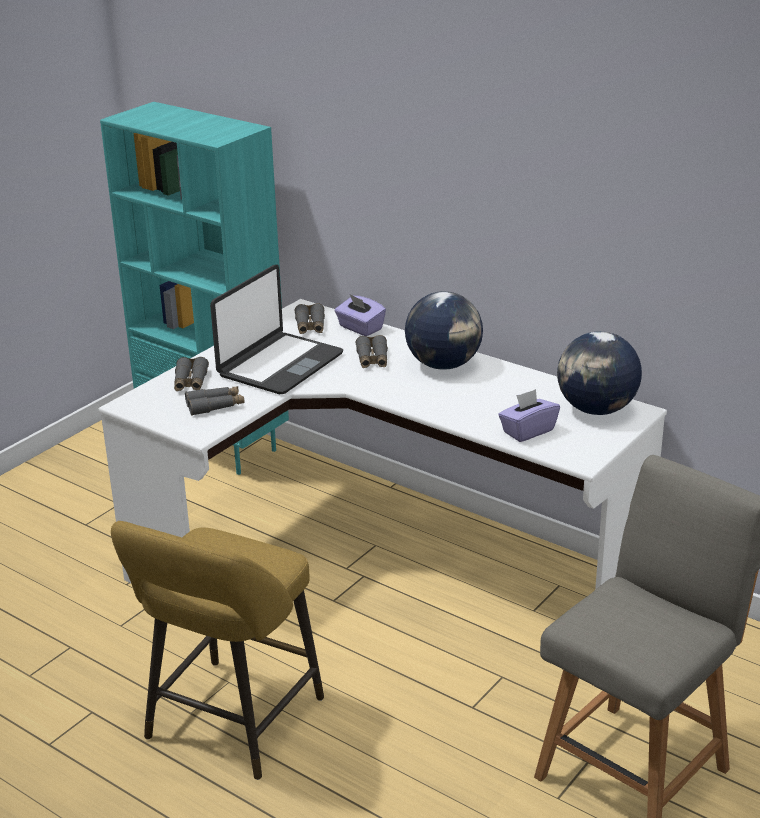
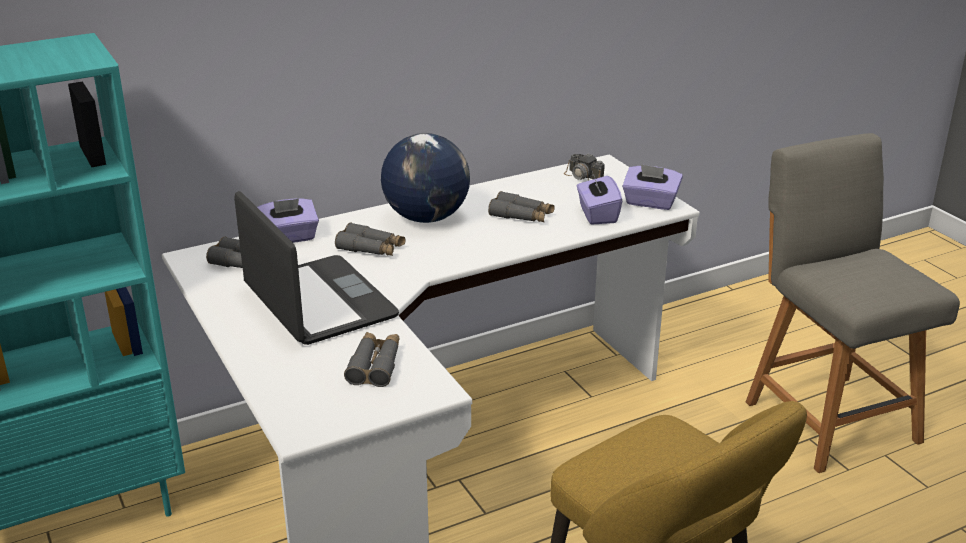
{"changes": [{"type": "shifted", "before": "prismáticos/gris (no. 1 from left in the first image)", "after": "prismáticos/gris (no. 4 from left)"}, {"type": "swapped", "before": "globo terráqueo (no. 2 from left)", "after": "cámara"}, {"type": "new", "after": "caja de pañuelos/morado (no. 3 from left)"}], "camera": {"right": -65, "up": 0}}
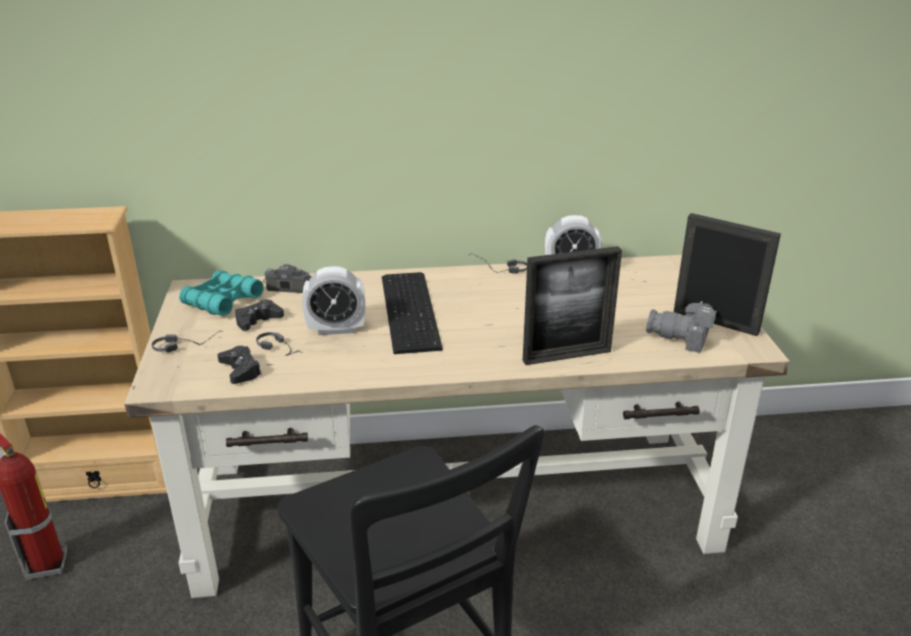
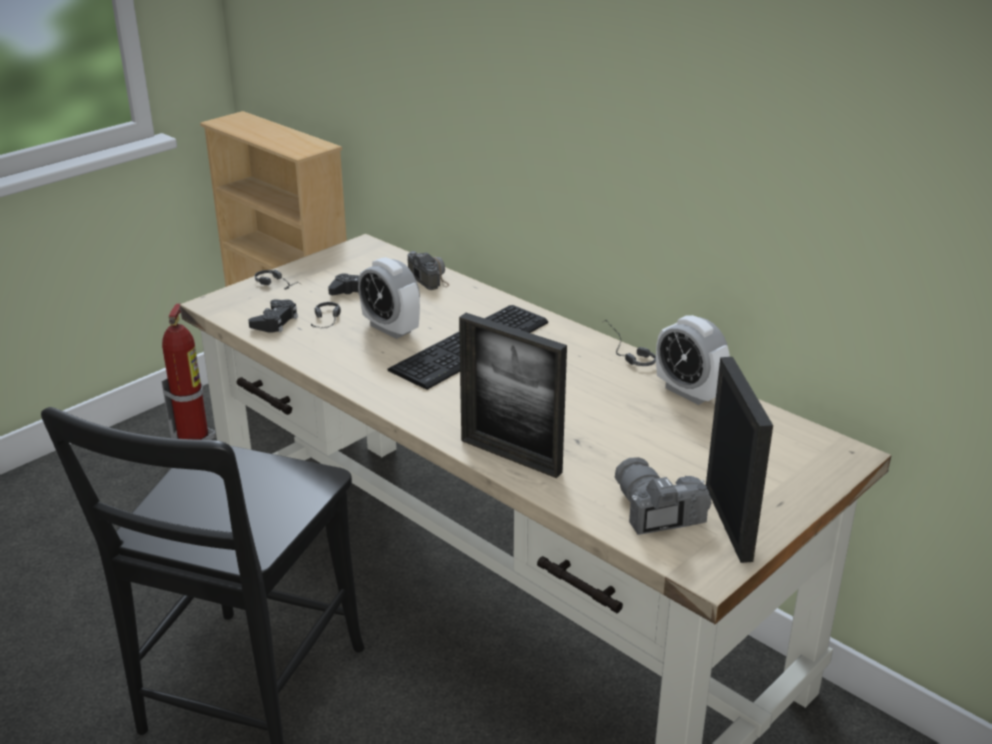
{"changes": [{"type": "gone", "before": "prismáticos/turquesa"}], "camera": {"right": 50, "up": 0}}
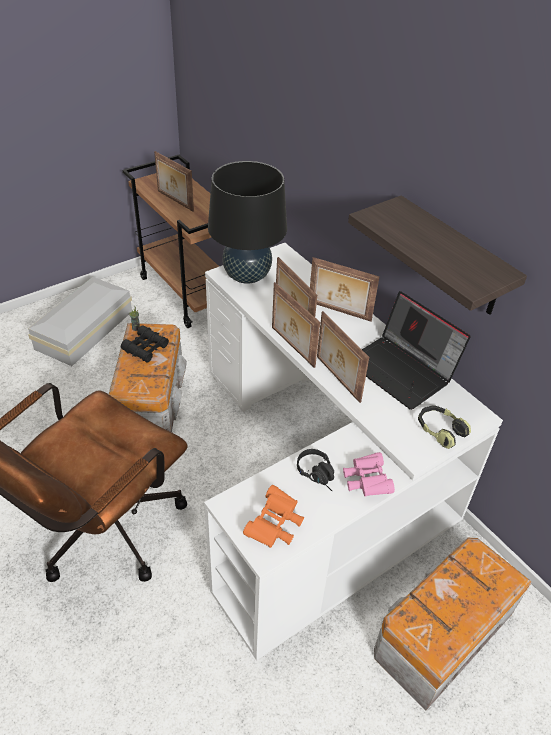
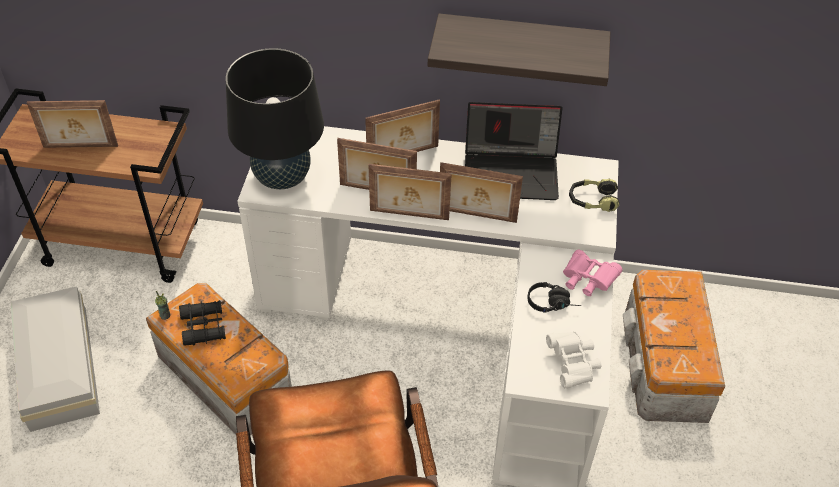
{"changes": [{"type": "repainted", "before": "prismáticos/naranja", "after": "prismáticos/blanco"}], "camera": {"right": -45, "up": 5}}
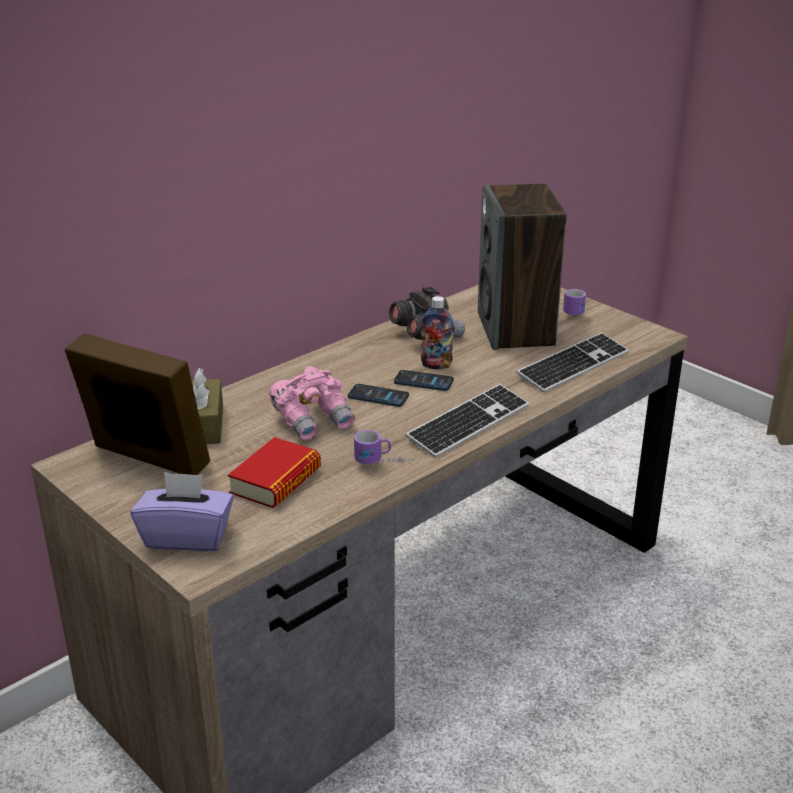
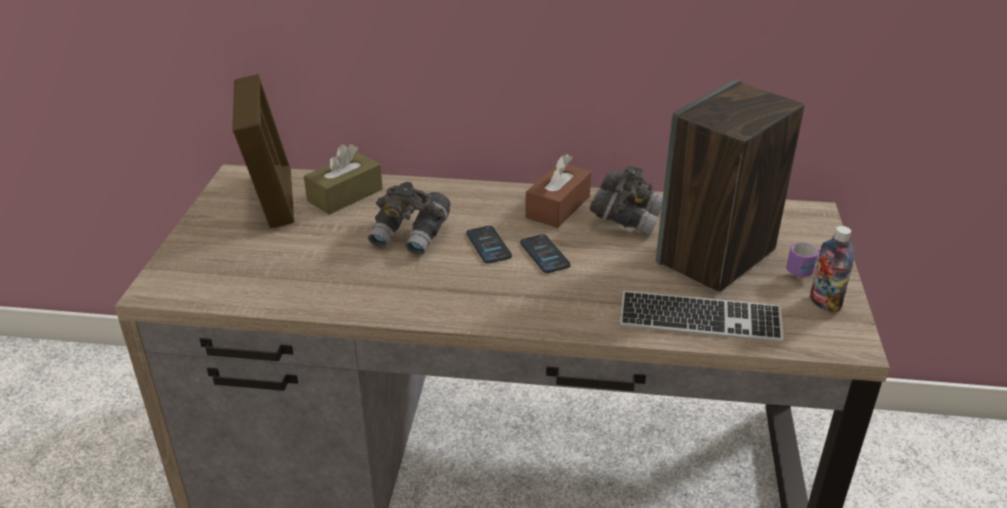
{"changes": [{"type": "repainted", "before": "prismáticos/rosa", "after": "prismáticos/gris (no. 1 from left)"}, {"type": "new", "after": "caja de pañuelos/marrón (no. 2 from left)"}, {"type": "shifted", "before": "botella"}, {"type": "gone", "before": "caja de pañuelos/morado"}, {"type": "gone", "before": "libro"}, {"type": "gone", "before": "taza grande (no. 1 from left)"}, {"type": "gone", "before": "teclado (no. 1 from left)"}], "camera": {"right": 50, "up": 5}}
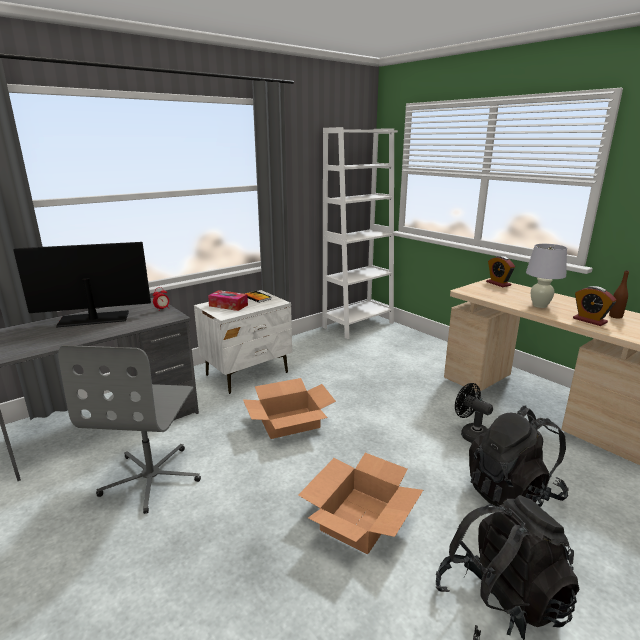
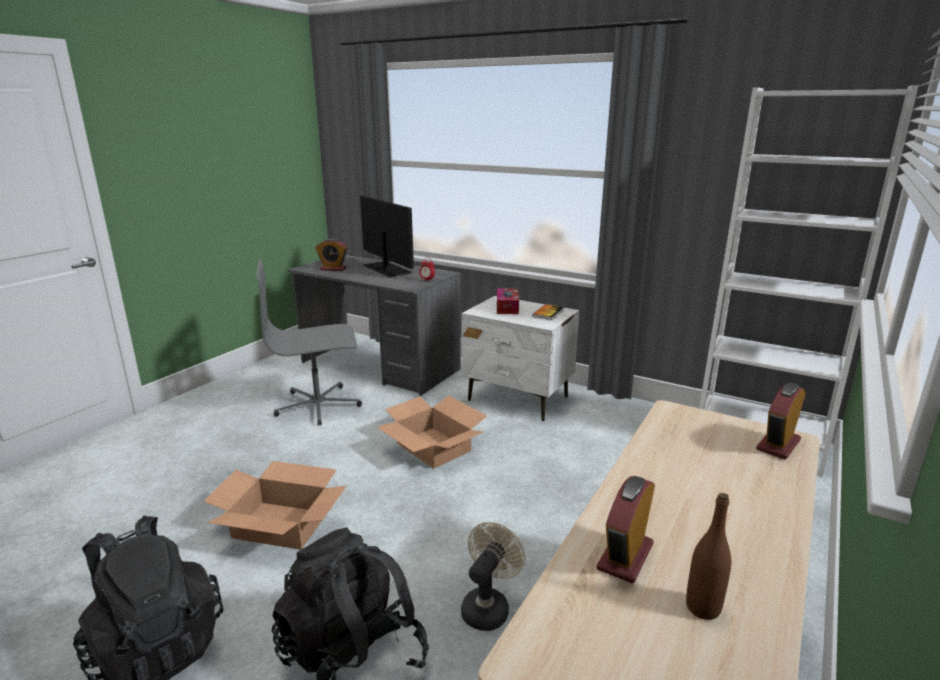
{"changes": [{"type": "new", "after": "despertador (no. 1 from left)"}, {"type": "repainted", "before": "ventilador/negro", "after": "ventilador/beis"}, {"type": "gone", "before": "lámpara de mesa/blanco"}], "camera": {"right": 70, "up": 0}}
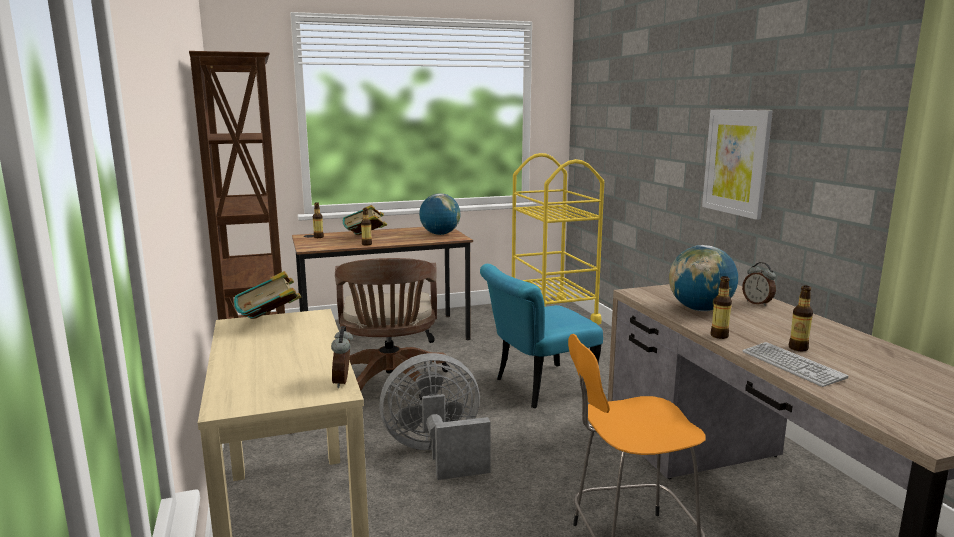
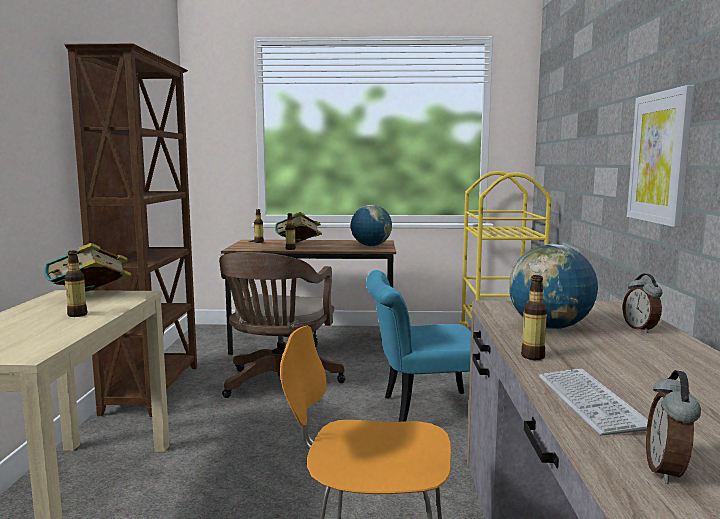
{"changes": [{"type": "shifted", "before": "botella (no. 4 from left in the first image)", "after": "botella (no. 1 from left)"}, {"type": "shifted", "before": "despertador (no. 1 from left in the first image)", "after": "despertador (no. 2 from left)"}, {"type": "gone", "before": "ventilador/gris"}], "camera": {"right": 20, "up": -5}}
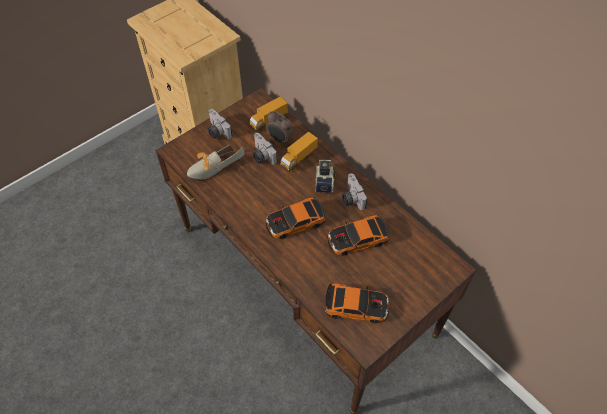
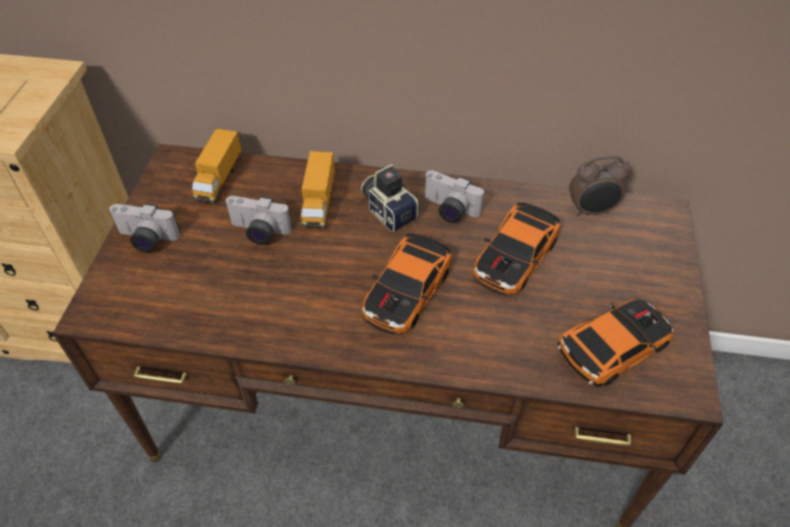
{"changes": [{"type": "shifted", "before": "despertador"}, {"type": "gone", "before": "zapato"}], "camera": {"right": -40, "up": -5}}
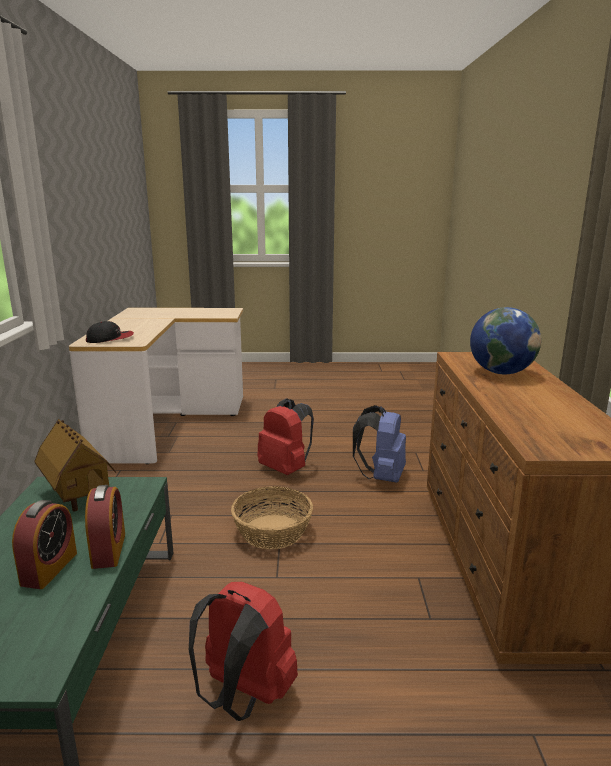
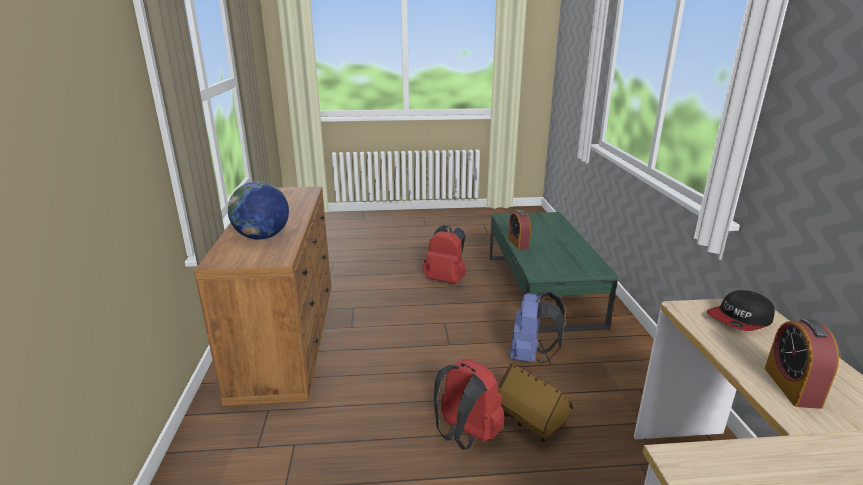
{"changes": [{"type": "shifted", "before": "casita"}, {"type": "shifted", "before": "mochila/azul"}, {"type": "shifted", "before": "despertador (no. 1 from left in the first image)", "after": "despertador (no. 2 from left)"}, {"type": "gone", "before": "cesta"}], "camera": {"right": 175, "up": 5}}
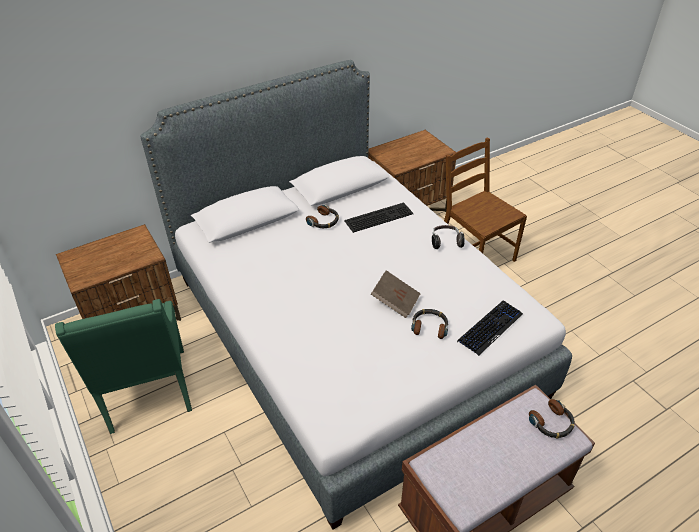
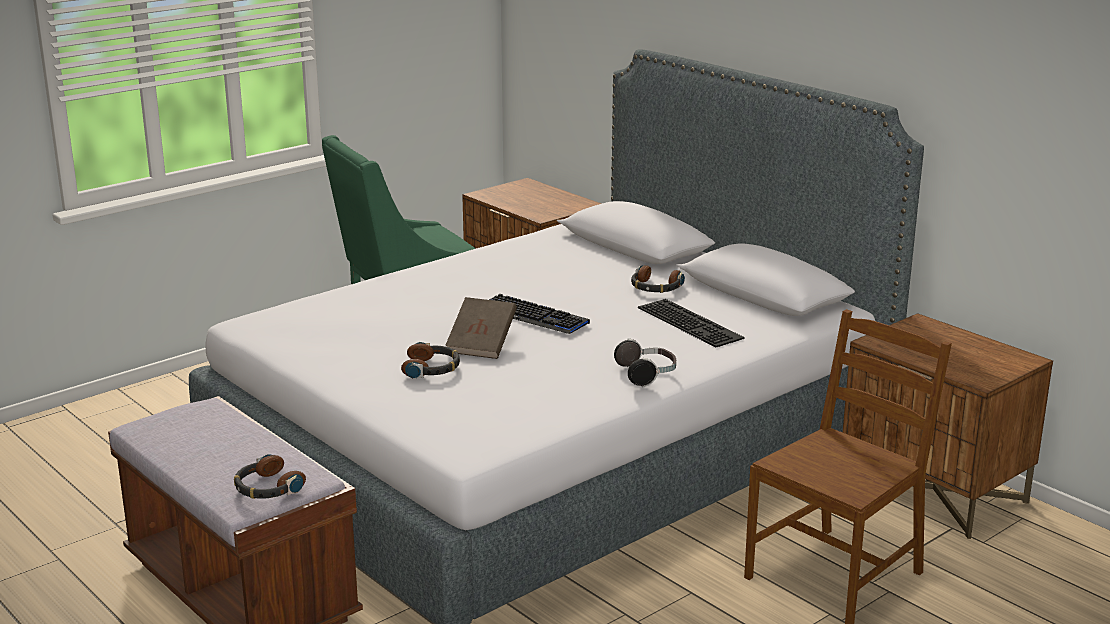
{"changes": [{"type": "shifted", "before": "teclado (no. 2 from left in the first image)", "after": "teclado (no. 1 from left)"}], "camera": {"right": 80, "up": -20}}
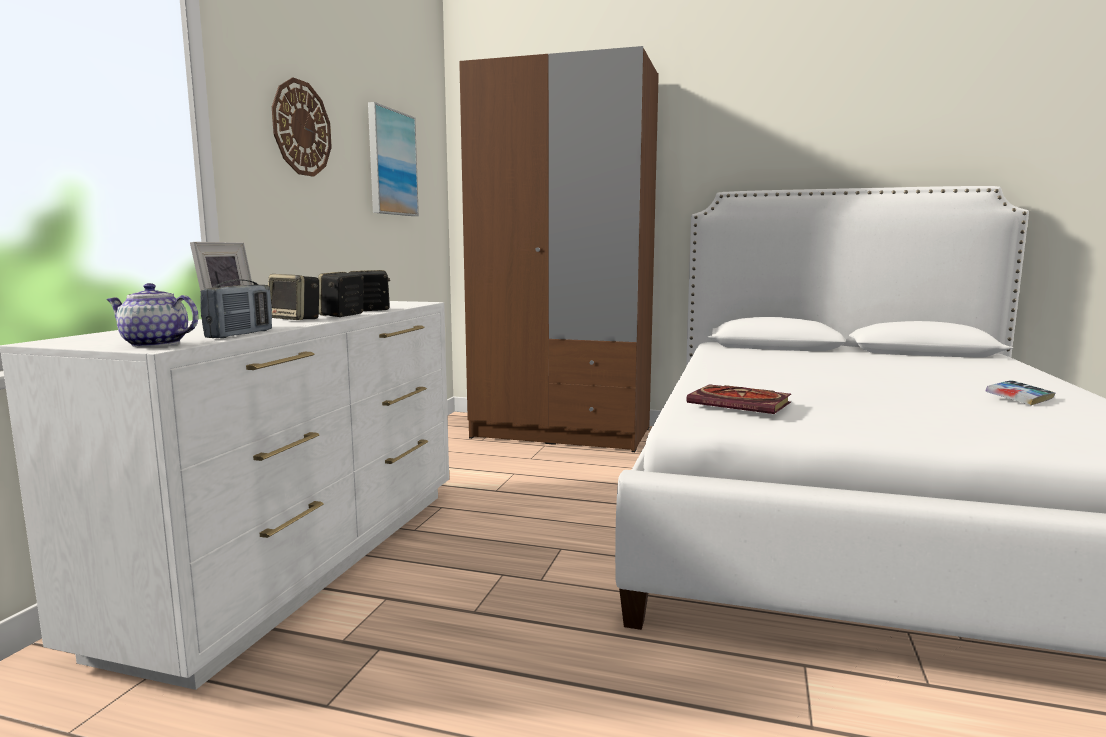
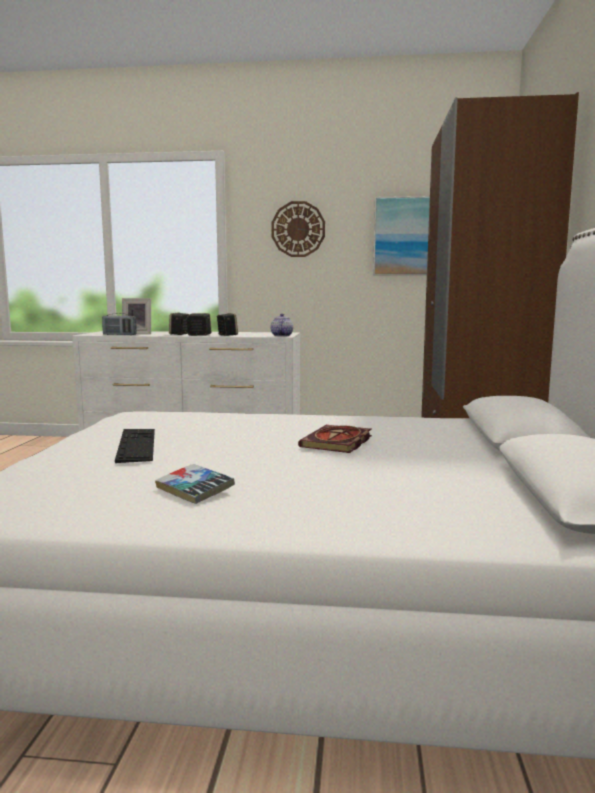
{"changes": [{"type": "new", "after": "teclado"}, {"type": "shifted", "before": "tetera"}, {"type": "shifted", "before": "libro (no. 1 from left in the first image)", "after": "libro (no. 2 from left)"}], "camera": {"right": 80, "up": 0}}
